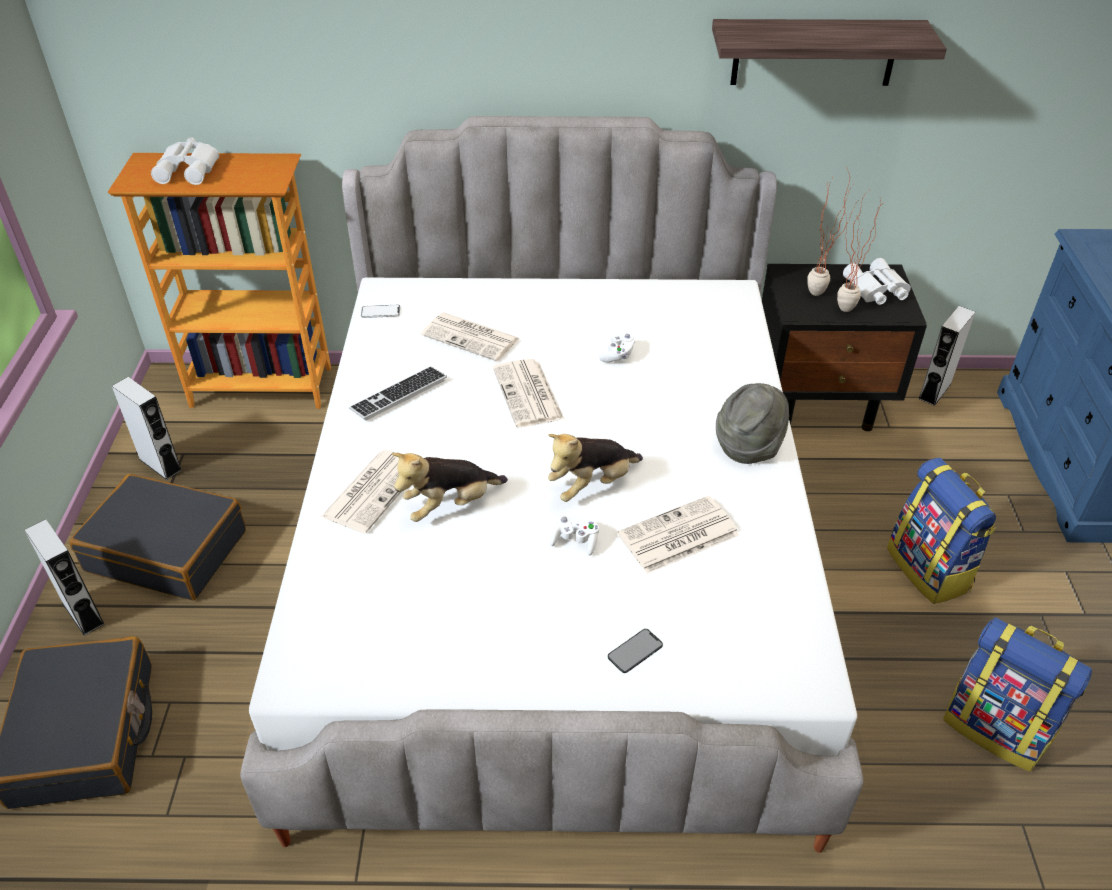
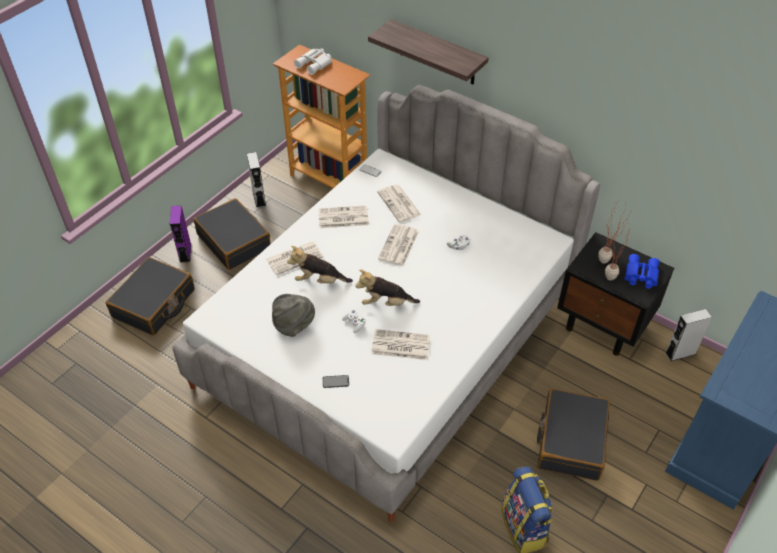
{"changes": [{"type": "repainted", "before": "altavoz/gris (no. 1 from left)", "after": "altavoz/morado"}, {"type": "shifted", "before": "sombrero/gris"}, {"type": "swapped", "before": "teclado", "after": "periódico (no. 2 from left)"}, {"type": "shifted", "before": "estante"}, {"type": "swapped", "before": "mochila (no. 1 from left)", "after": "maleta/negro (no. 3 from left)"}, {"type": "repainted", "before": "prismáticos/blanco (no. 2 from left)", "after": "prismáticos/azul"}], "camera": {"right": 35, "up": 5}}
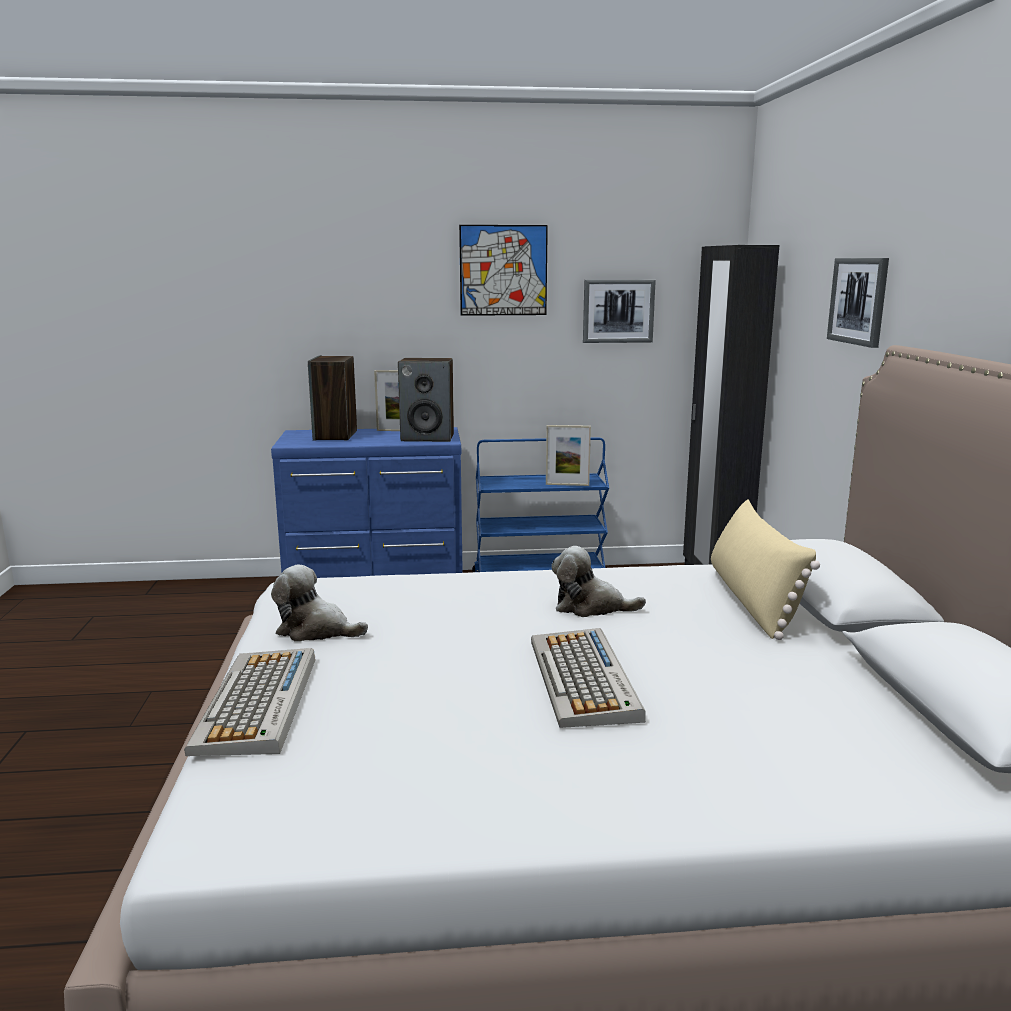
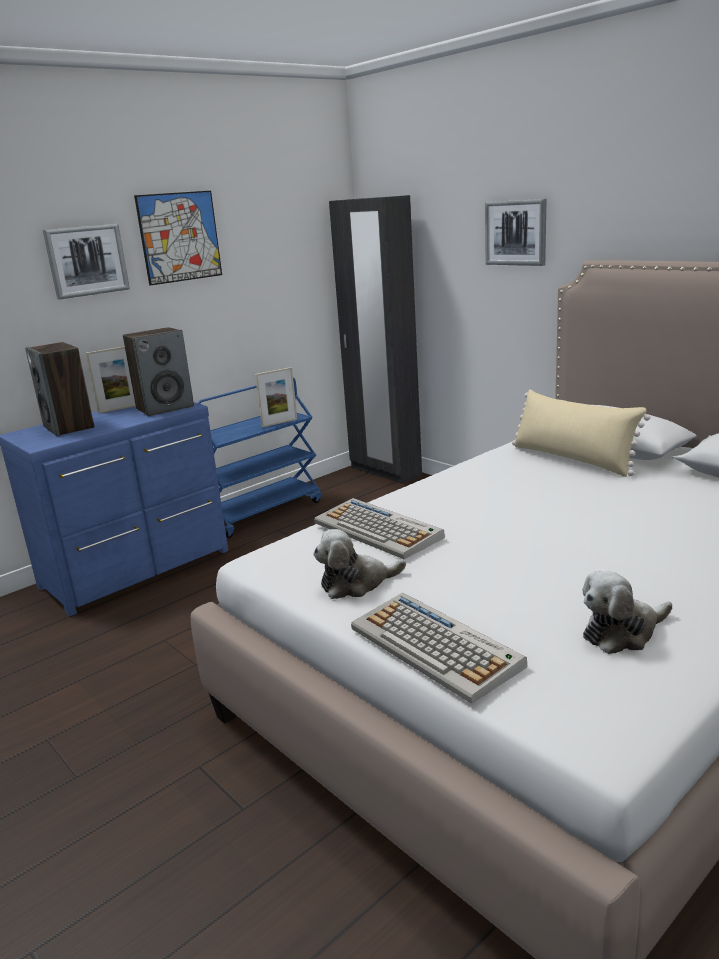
{"changes": [{"type": "shifted", "before": "cuadro (no. 2 from left in the first image)", "after": "cuadro (no. 1 from left)"}, {"type": "shifted", "before": "teclado (no. 2 from left in the first image)", "after": "teclado (no. 1 from left)"}, {"type": "shifted", "before": "peluche (no. 2 from left)"}], "camera": {"right": -35, "up": 5}}
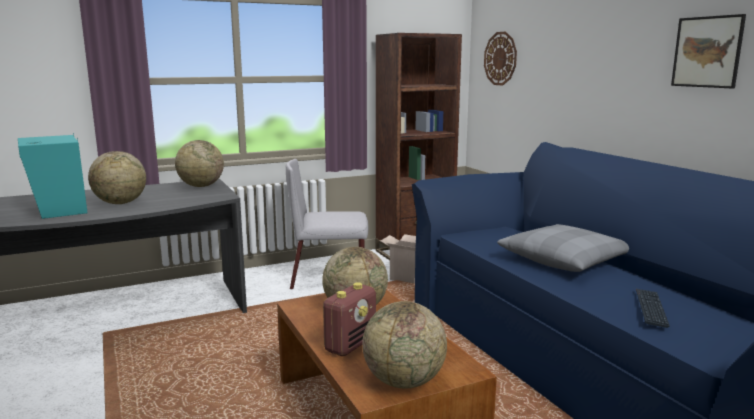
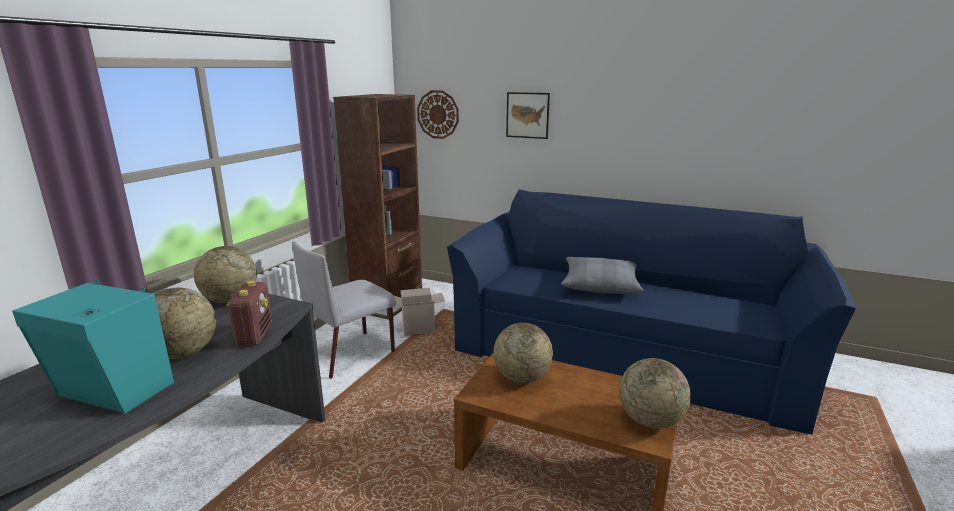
{"changes": [{"type": "shifted", "before": "radio"}, {"type": "shifted", "before": "cuadro"}, {"type": "gone", "before": "teclado"}], "camera": {"right": -40, "up": 5}}
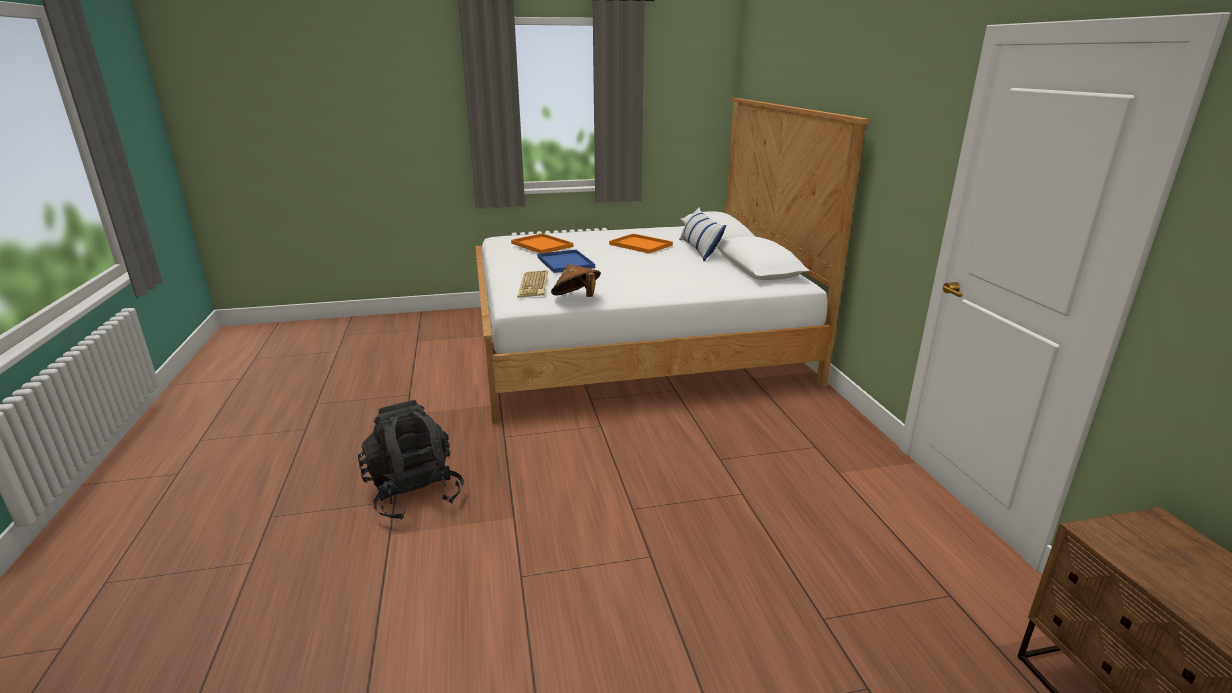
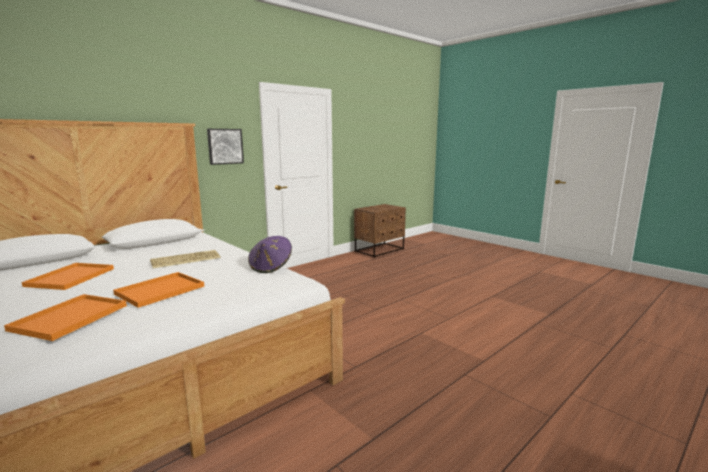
{"changes": [{"type": "repainted", "before": "bandeja/azul", "after": "bandeja/naranja (no. 3 from left)"}, {"type": "shifted", "before": "teclado"}, {"type": "new", "after": "cuadro"}, {"type": "repainted", "before": "sombrero/marrón", "after": "sombrero/morado"}, {"type": "gone", "before": "mochila/negro"}, {"type": "gone", "before": "cojín"}], "camera": {"right": -120, "up": -10}}
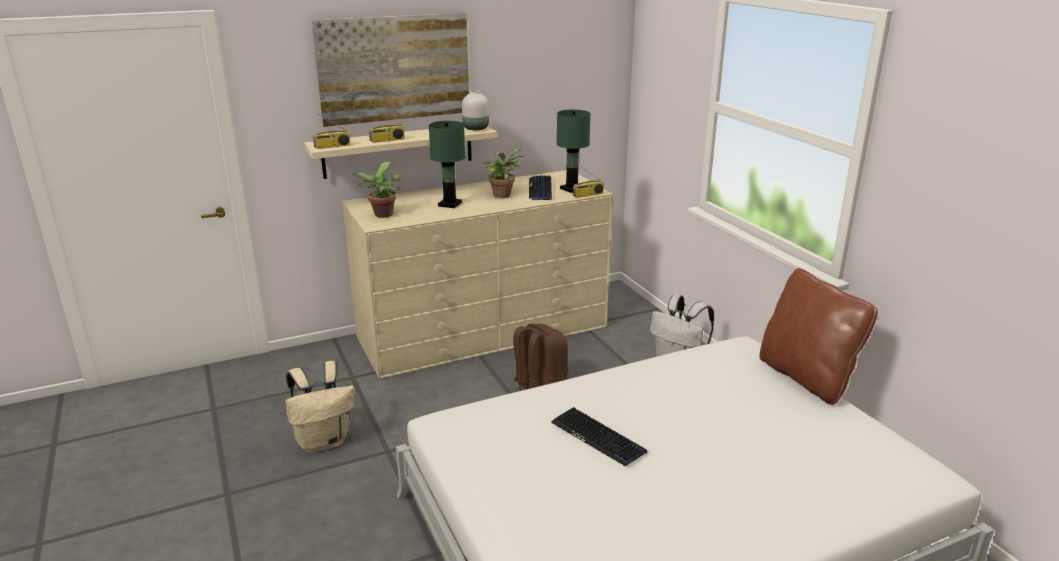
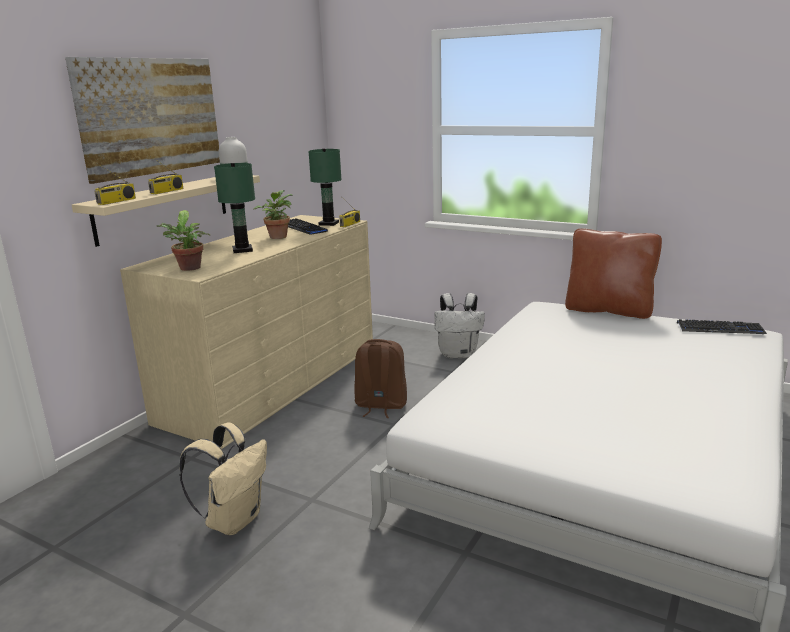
{"changes": [{"type": "shifted", "before": "teclado (no. 2 from left)"}], "camera": {"right": -35, "up": -5}}
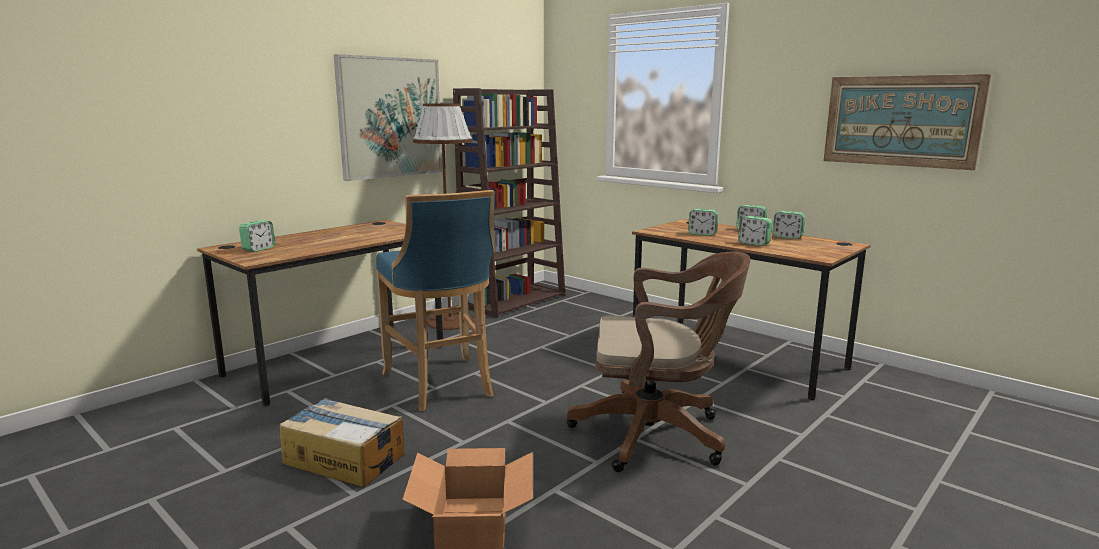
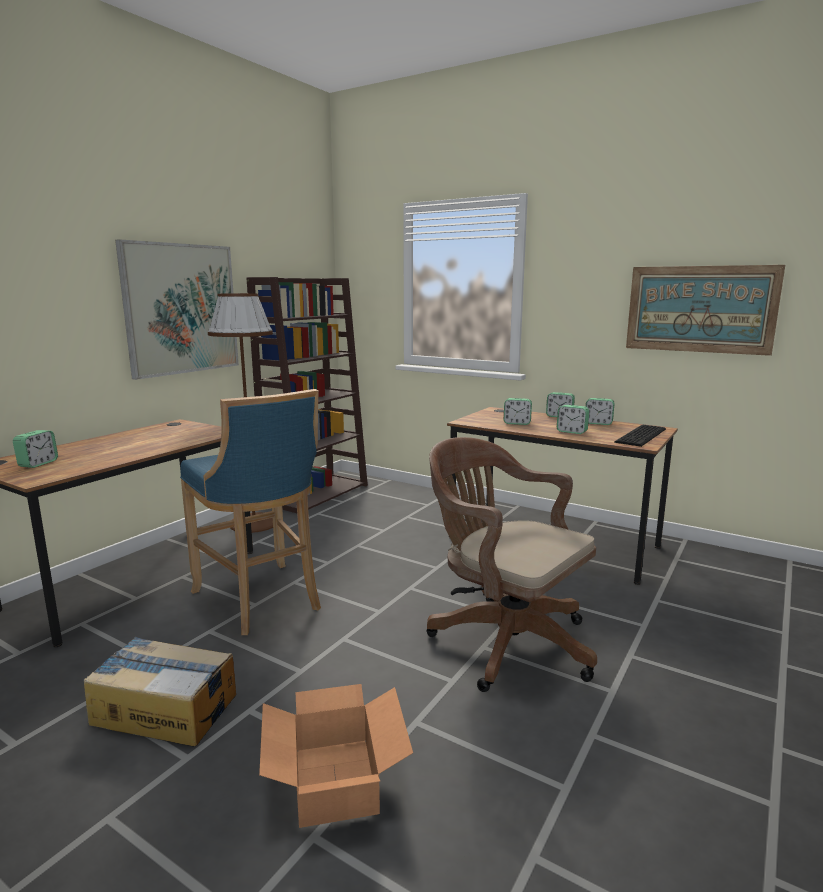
{"changes": [{"type": "rotated", "before": "silla de oficina/marrón", "turn": -135}, {"type": "new", "after": "teclado"}], "camera": {"right": -10, "up": 0}}
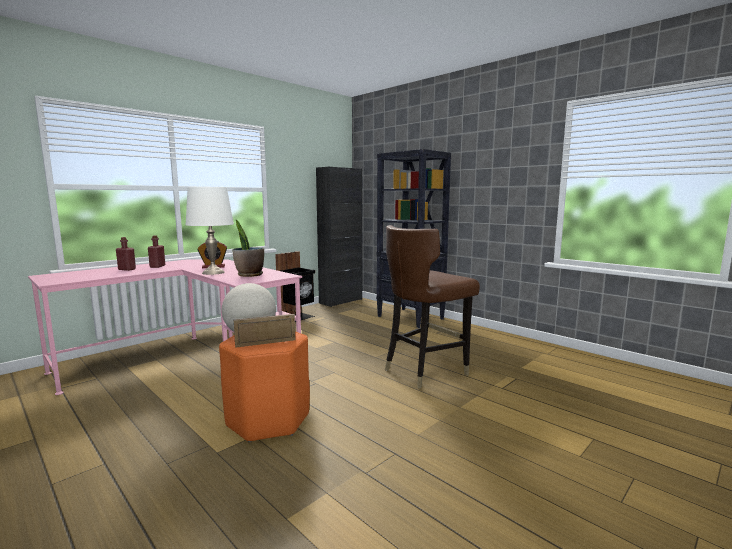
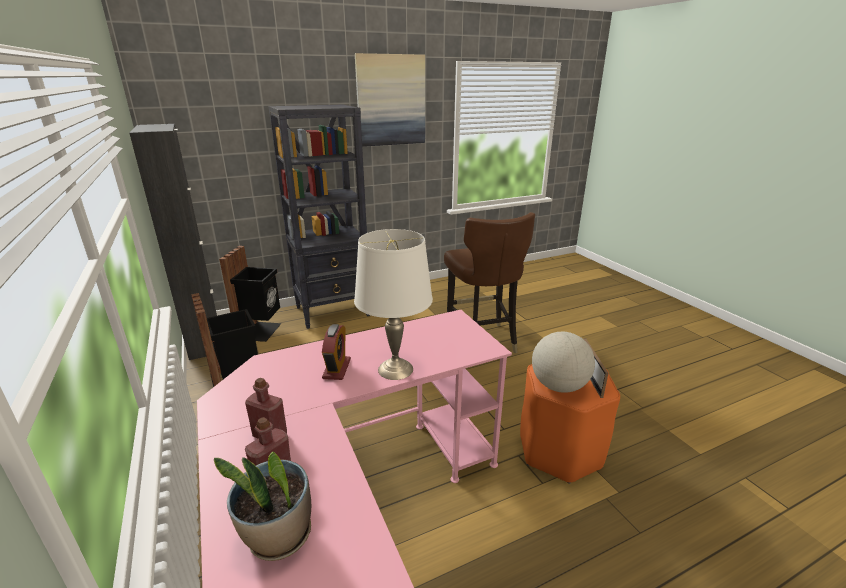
{"changes": [{"type": "shifted", "before": "planta en maceta"}, {"type": "new", "after": "papelera/negro (no. 2 from left)"}, {"type": "new", "after": "cuadro"}], "camera": {"right": -70, "up": 15}}
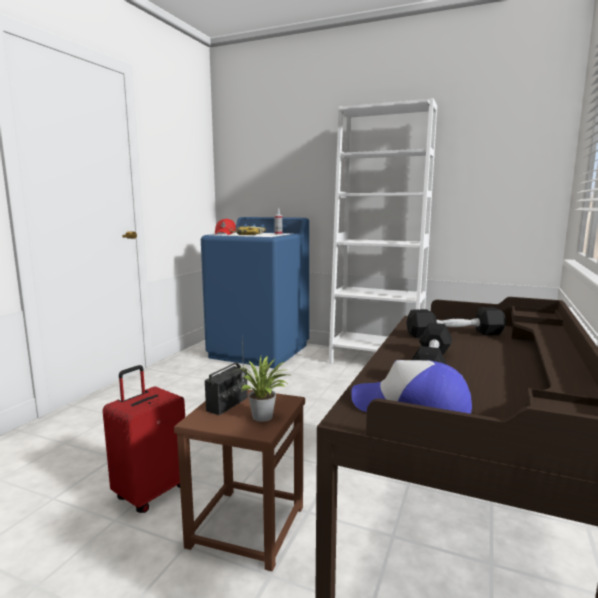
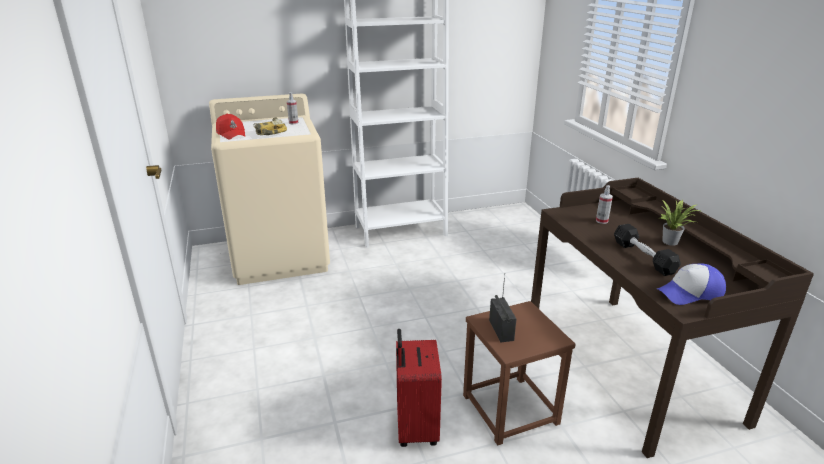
{"changes": [{"type": "repainted", "before": "lavadora/azul", "after": "lavadora/beis"}, {"type": "swapped", "before": "mancuerna/negro (no. 2 from left)", "after": "pulverizador (no. 2 from left)"}, {"type": "shifted", "before": "planta en maceta"}], "camera": {"right": -40, "up": 15}}
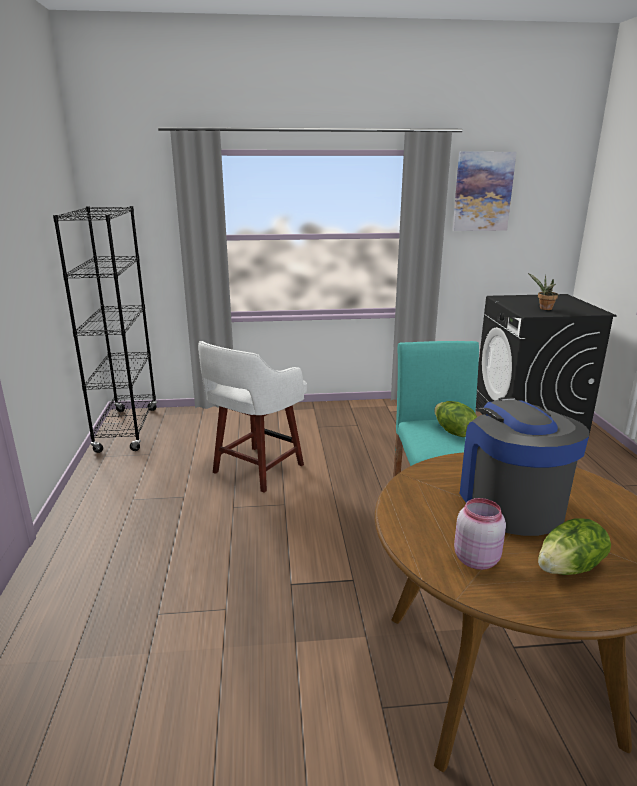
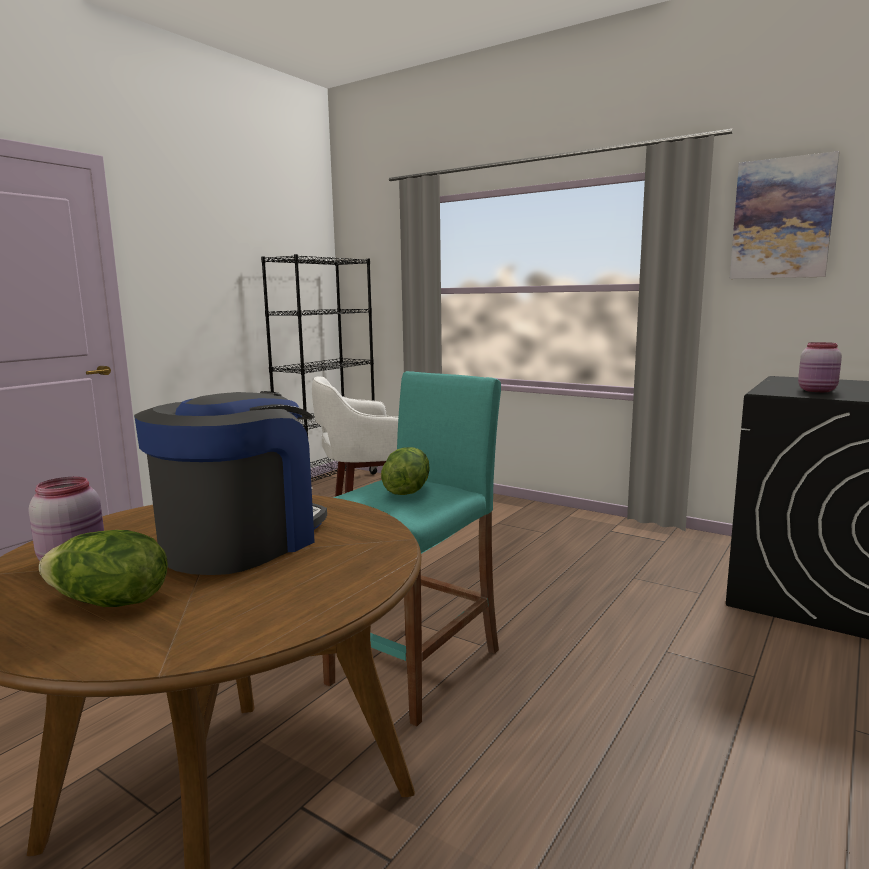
{"changes": [{"type": "swapped", "before": "planta en maceta", "after": "tarro/rosa (no. 2 from left)"}], "camera": {"right": 40, "up": -10}}
